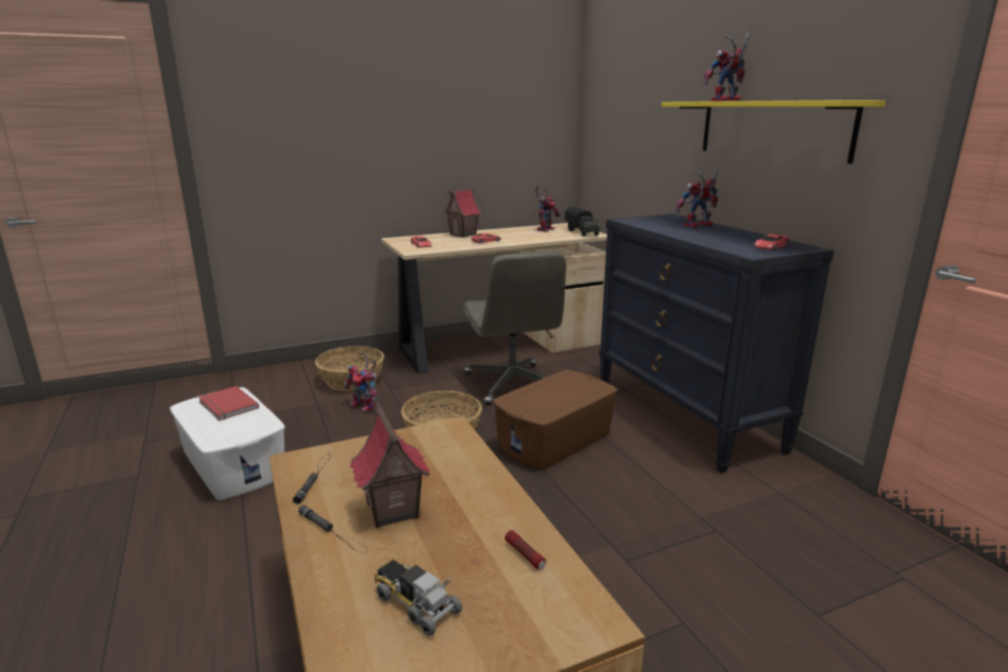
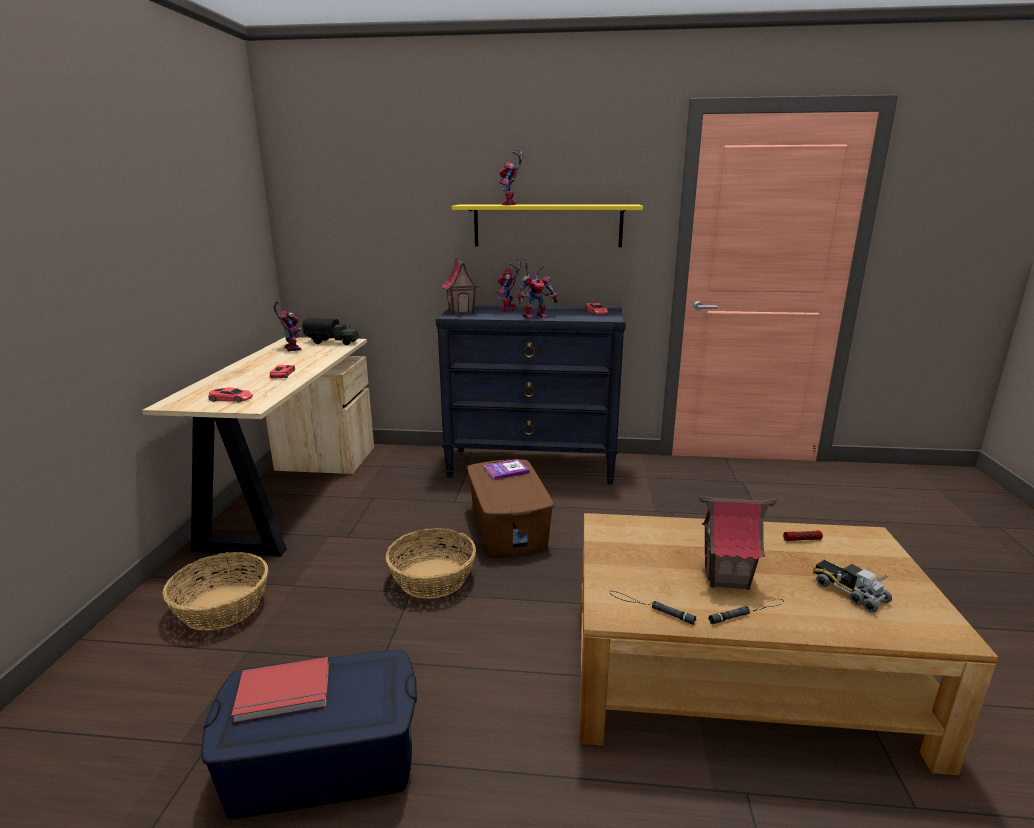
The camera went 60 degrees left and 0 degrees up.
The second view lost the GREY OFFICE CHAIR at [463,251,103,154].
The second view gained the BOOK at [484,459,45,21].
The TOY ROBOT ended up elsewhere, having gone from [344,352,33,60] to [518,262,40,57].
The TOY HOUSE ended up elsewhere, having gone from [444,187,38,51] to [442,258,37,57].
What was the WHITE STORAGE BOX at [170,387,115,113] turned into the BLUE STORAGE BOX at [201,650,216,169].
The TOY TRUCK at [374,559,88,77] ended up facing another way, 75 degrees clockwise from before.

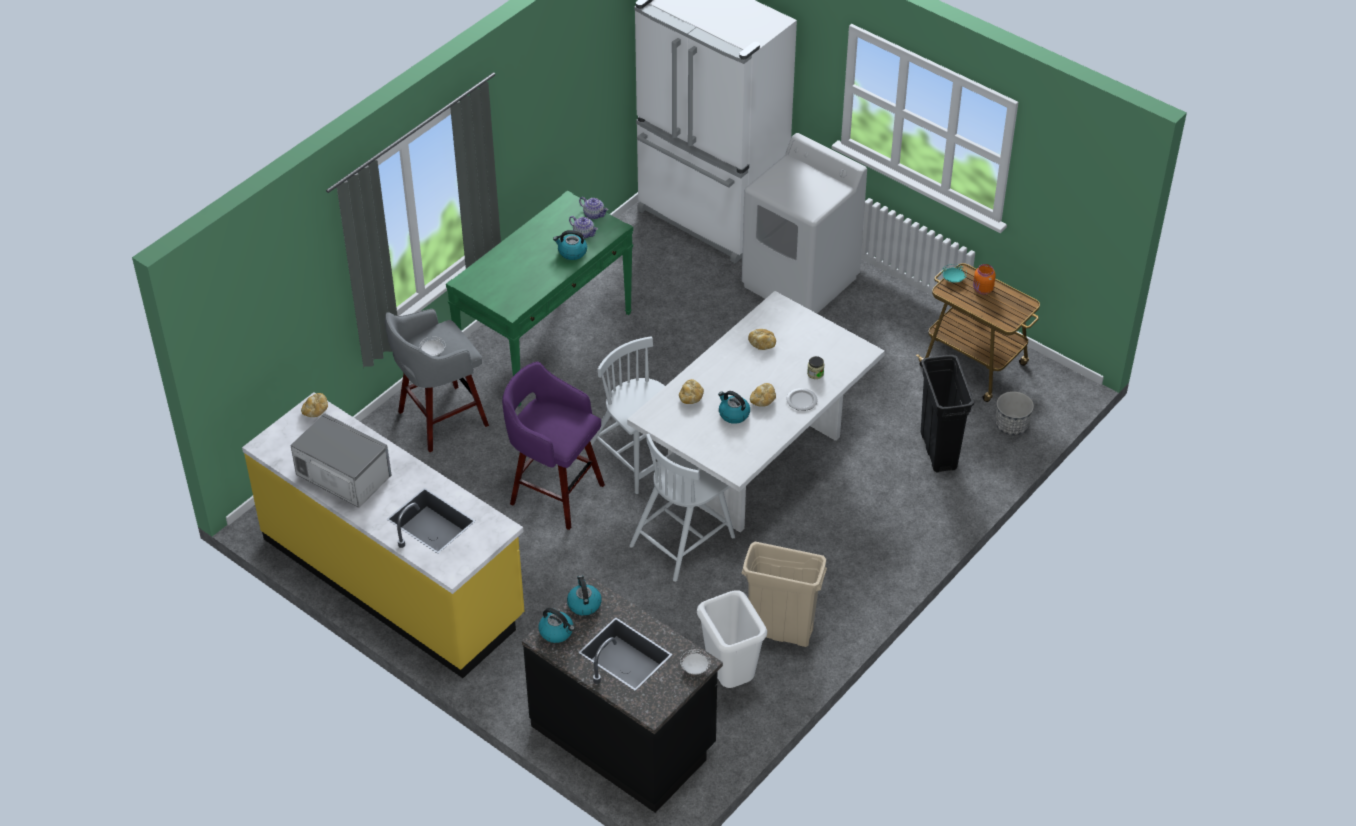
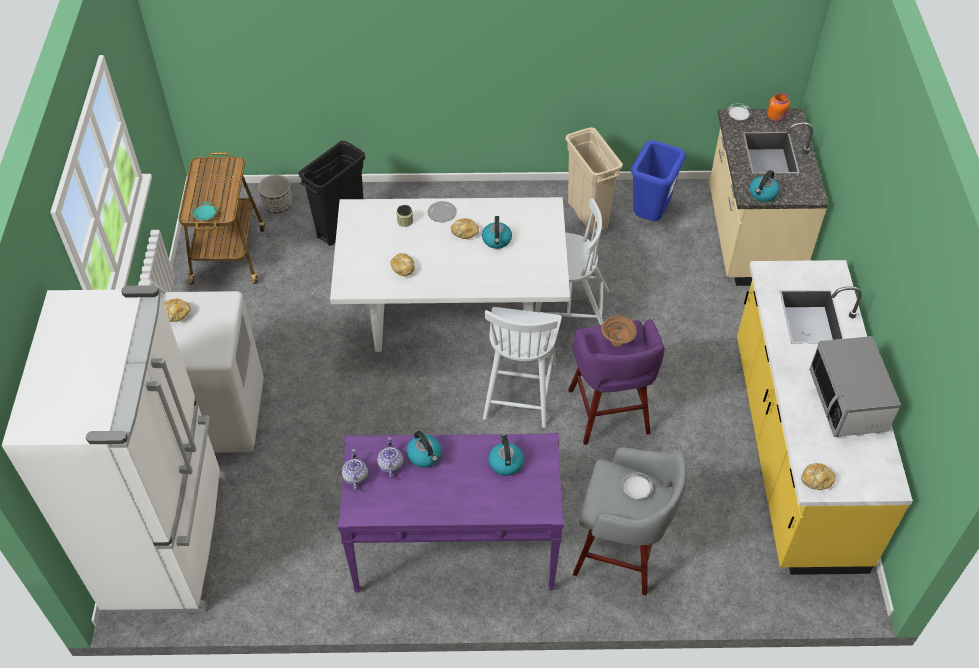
The camera went 130 degrees left and 5 degrees up.
The second view gained the BROWN BOWL at [601,316,36,31].
The KETTLE ended up elsewhere, having gone from [539,608,36,35] to [488,433,36,43].
The BREAD ended up elsewhere, having gone from [679,379,25,25] to [164,299,27,23].
The ORANGE JAR ended up elsewhere, having gone from [973,264,23,30] to [767,93,23,29].
What was the GREEN CONSOLE TABLE at [446,191,187,215] turned into the PURPLE CONSOLE TABLE at [338,433,226,160].
What was the BLACK COUNTER at [522,577,201,236] turned into the BEIGE COUNTER at [709,108,119,178].
What was the WHITE TRASH CAN at [697,590,70,98] turned into the BLUE TRASH CAN at [631,140,55,81].

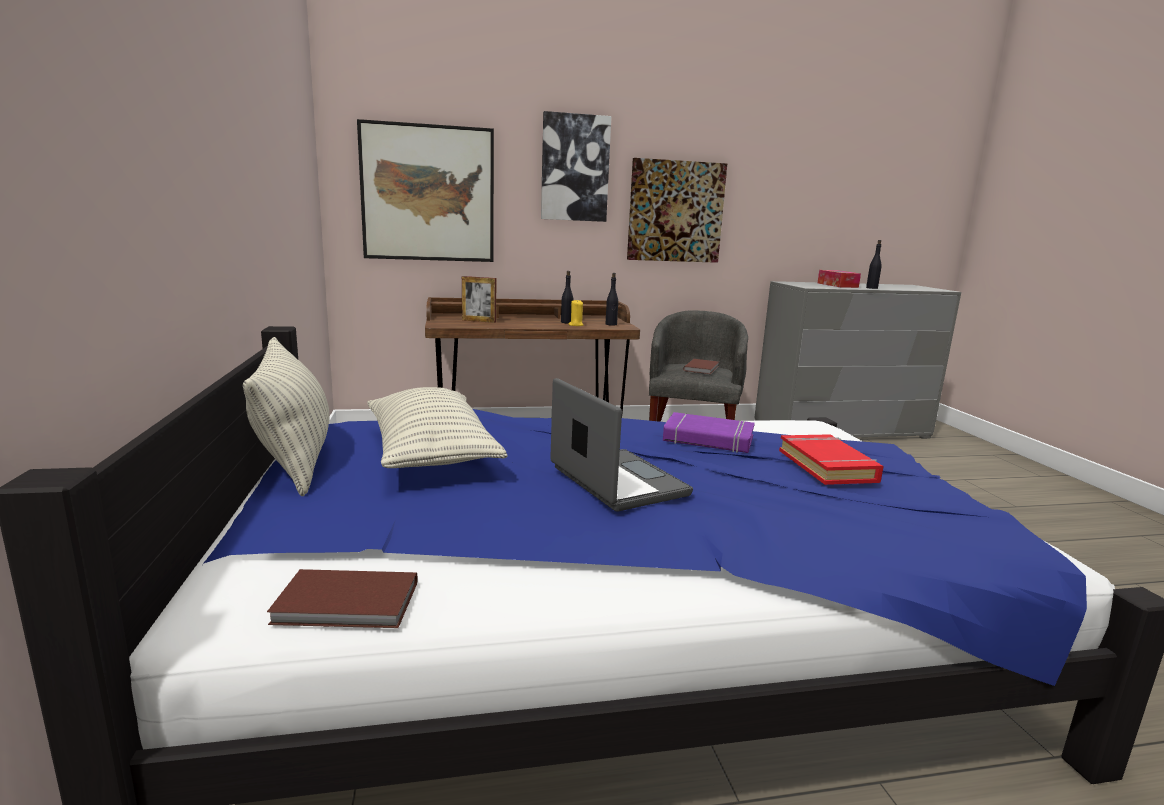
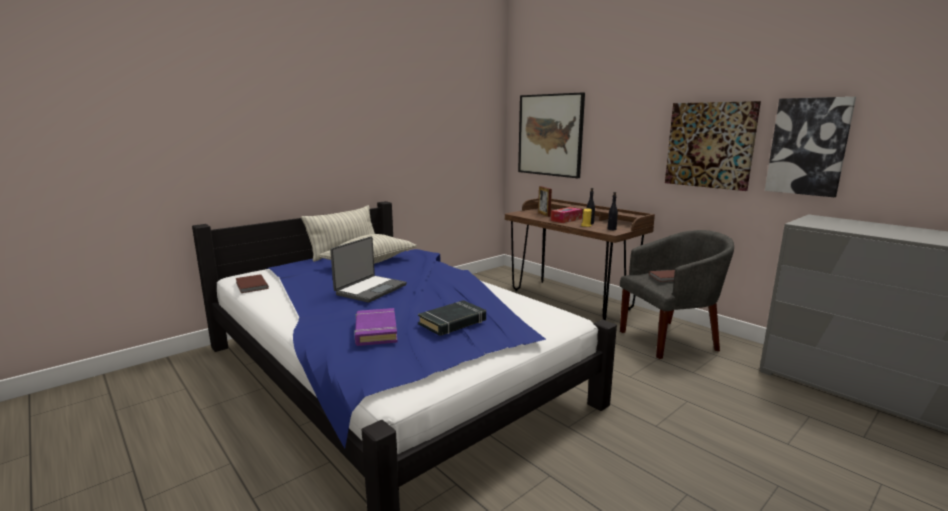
The camera went 60 degrees right and 0 degrees up.
The second view lost the BLACK BOTTLE at [866,240,16,49].
The PICTURE ended up elsewhere, having gone from [541,111,70,111] to [765,97,91,100].
The PURPLE BOOK ended up elsewhere, having gone from [663,412,92,41] to [354,308,44,38].
The TISSUE BOX ended up elsewhere, having gone from [818,270,43,18] to [551,207,31,16].
What was the RED BOOK at [779,434,105,51] turned into the BLACK BOOK at [418,300,68,36].

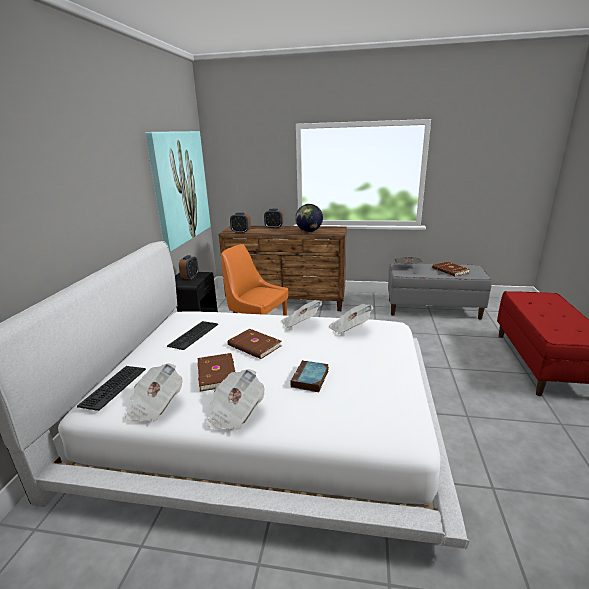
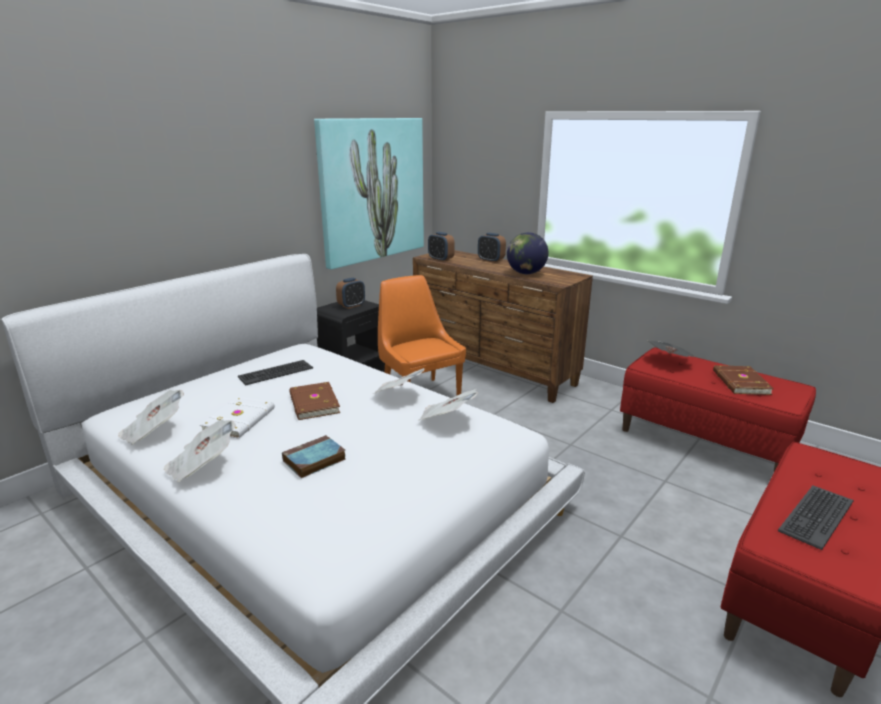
The camera went 30 degrees right and 0 degrees up.
The KEYBOARD ended up elsewhere, having gone from [77,366,69,45] to [778,485,75,65].
What was the BROWN BOOK at [198,353,37,39] turned into the WHITE BOOK at [200,397,75,42].
What was the GREY BENCH at [388,263,104,57] turned into the RED BENCH at [620,347,196,127].

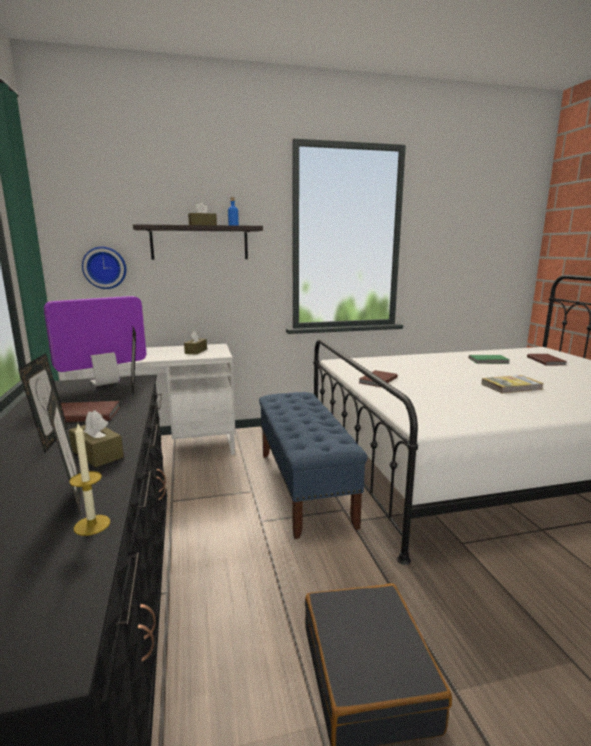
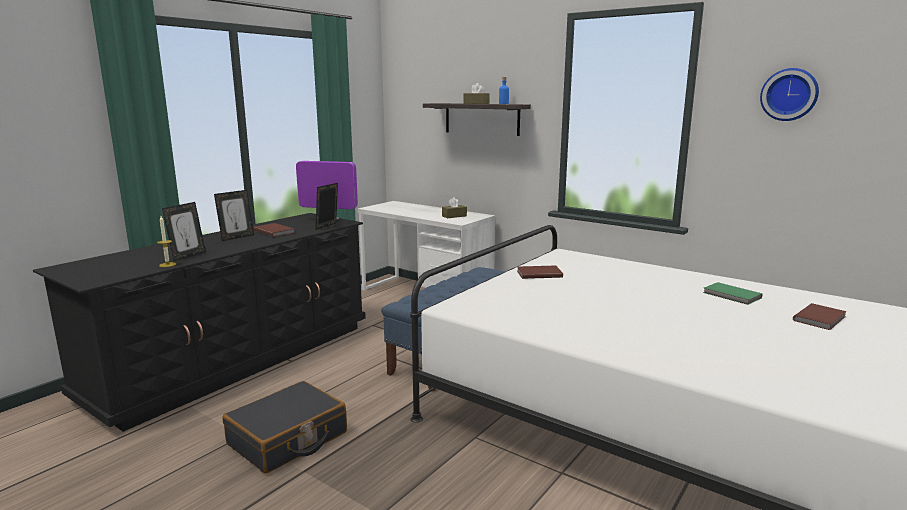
The camera went 50 degrees right and 0 degrees up.
The second view lost the BROWN TISSUE BOX at [69,410,55,57].
The second view lost the BOOK at [481,375,63,19].
The WALL CLOCK ended up elsewhere, having gone from [82,247,44,42] to [760,68,59,53].

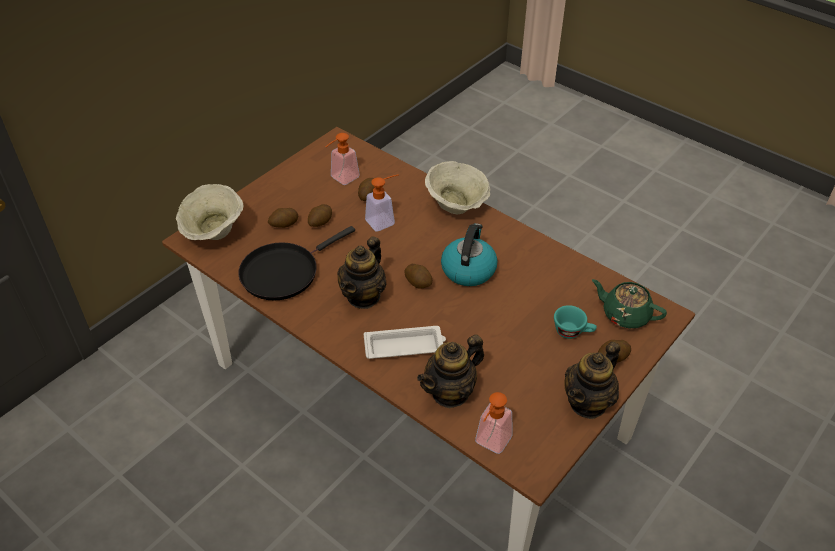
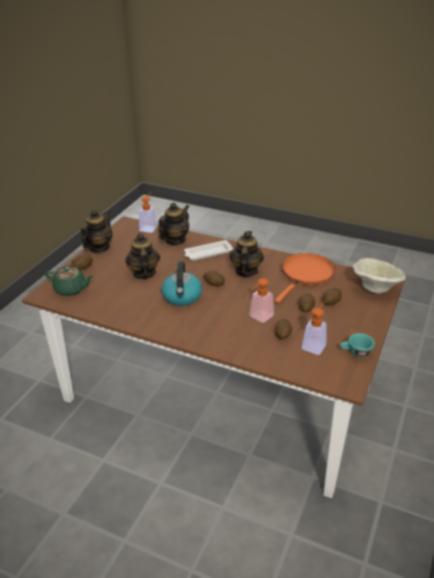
The camera went 165 degrees right and 10 degrees down.
The second view lost the BEIGE BOWL at [425,161,65,54].
The second view gained the TEAPOT at [125,233,35,46].
The TURQUOISE CUP ended up elsewhere, having gone from [554,305,43,34] to [340,333,35,25].
What was the BLACK FRYING PAN at [238,226,117,74] turned into the ORANGE FRYING PAN at [275,253,60,50].

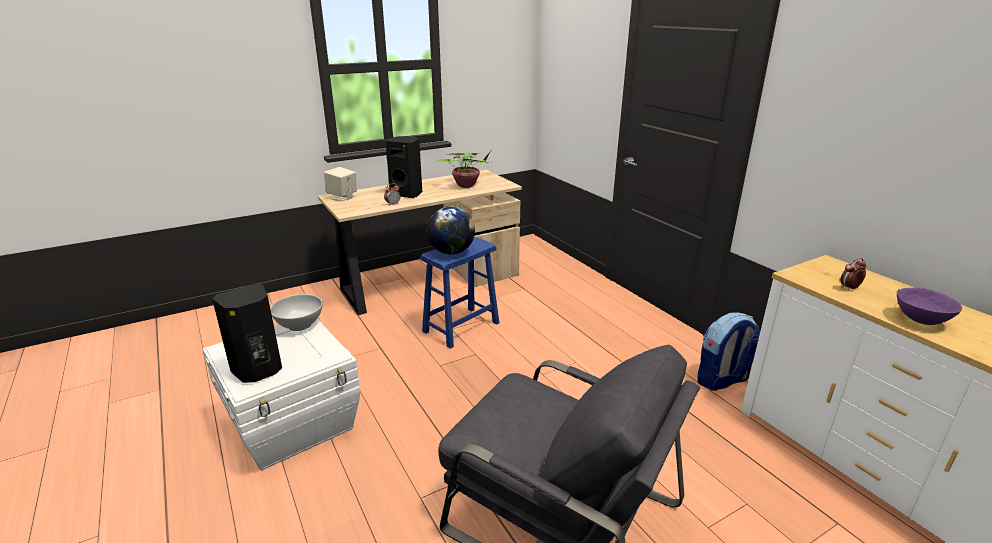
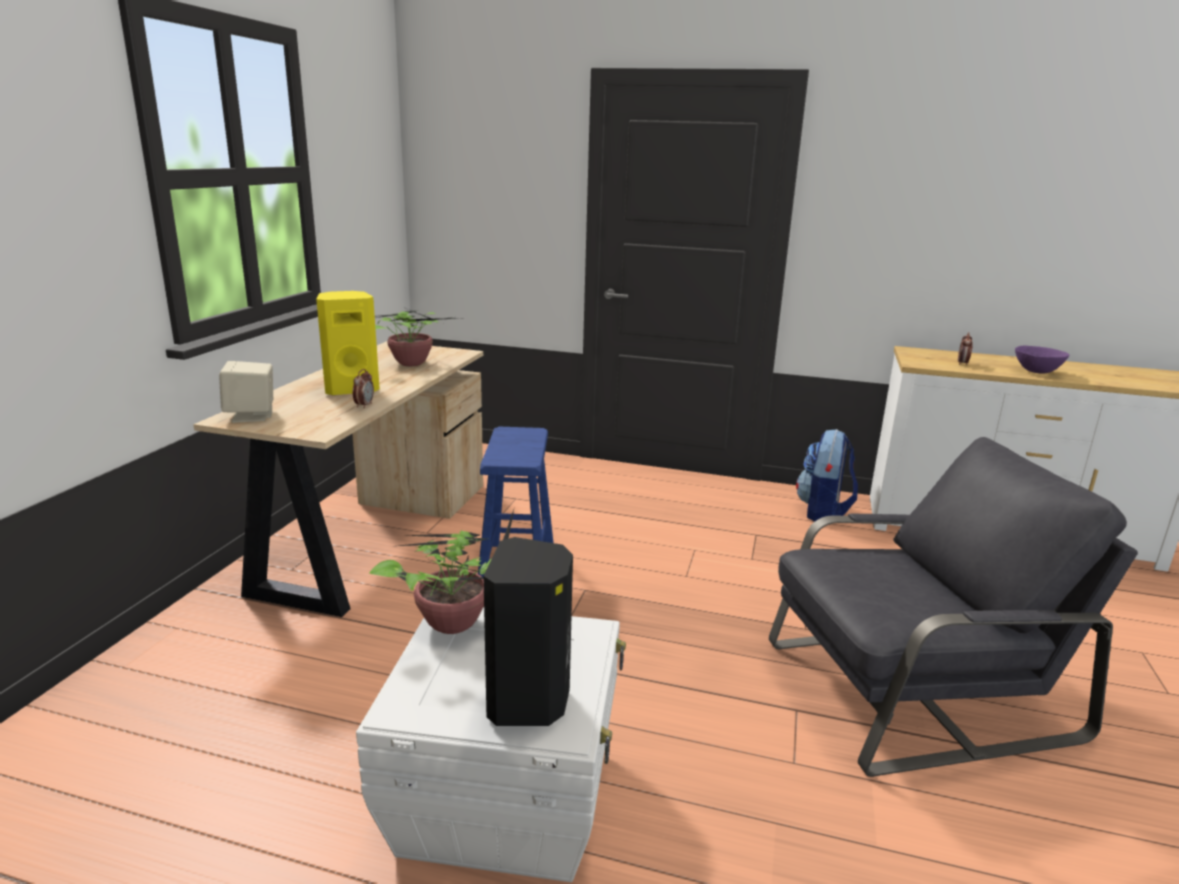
The camera went 45 degrees left and 5 degrees down.
The second view lost the GLOBE at [427,206,48,49].
Where the WHITE BOWL stood at [270,294,53,37], the POTTED PLANT came to stand at [369,510,145,124].
What was the BLACK SPEAKER at [385,136,37,62] turned into the YELLOW SPEAKER at [316,291,64,105].

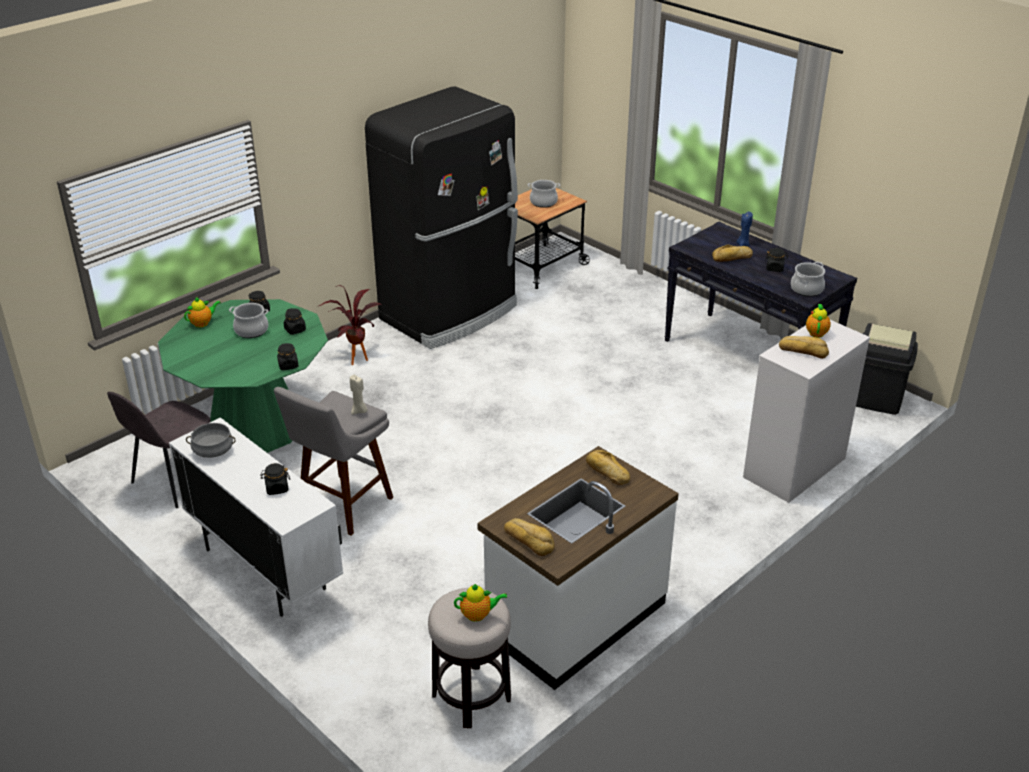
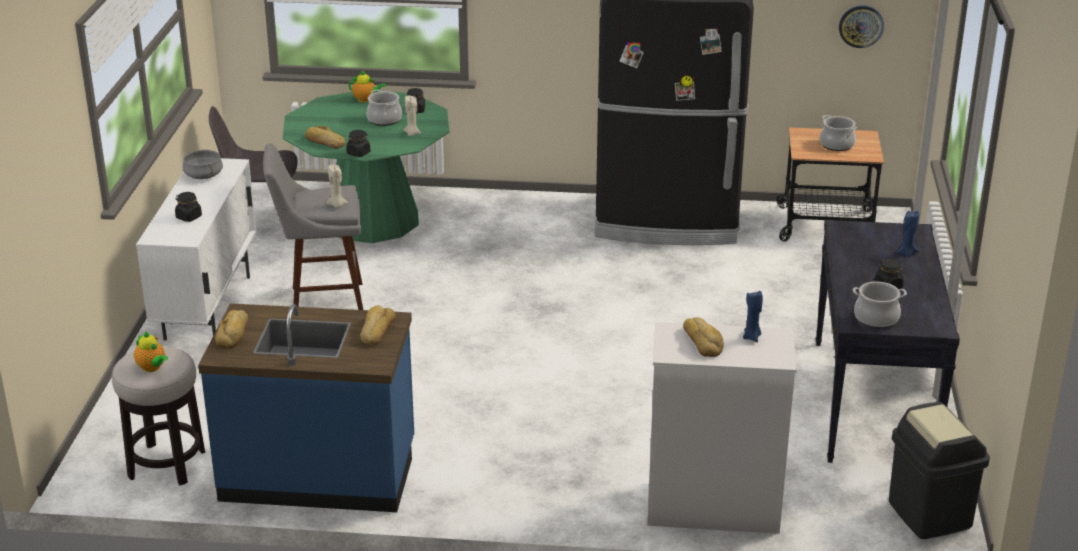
The camera went 50 degrees right and 5 degrees down.
The second view lost the POTTED PLANT at [319,285,62,80].
The second view gained the WALL CLOCK at [839,5,45,43].
The BREAD ended up elsewhere, having gone from [712,244,41,18] to [305,126,41,23].
Where the BLACK JAR stood at [284,308,22,27], the BEIGE CANDLE came to stand at [404,96,17,40].
Where the TEAPOT stood at [806,304,25,34], the BLUE CANDLE came to stand at [743,291,20,51].
What was the WHITE COUNTER at [477,446,202,244] turned into the BLUE COUNTER at [198,303,216,209].

